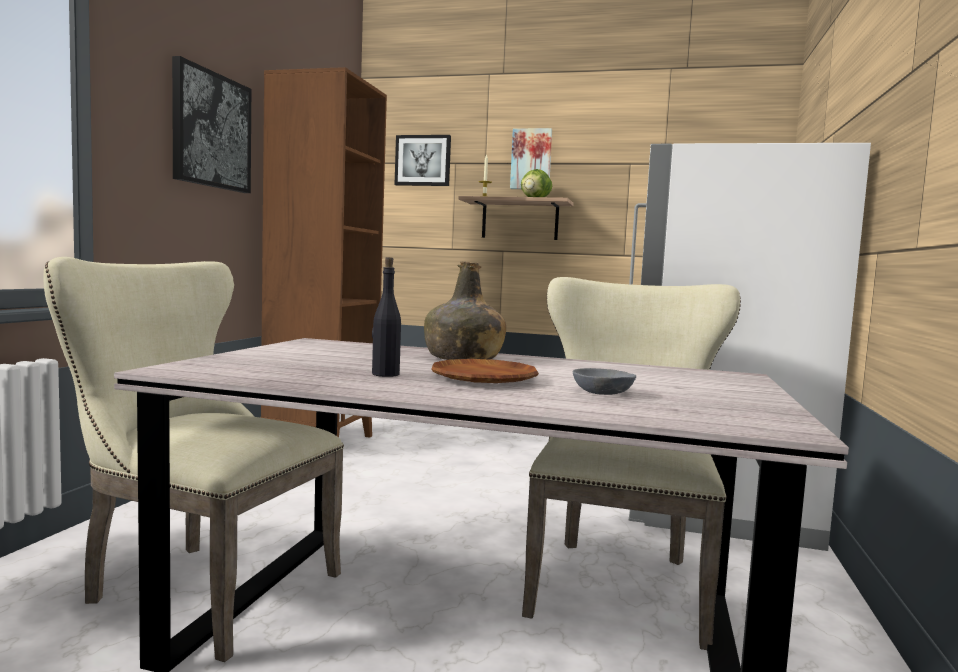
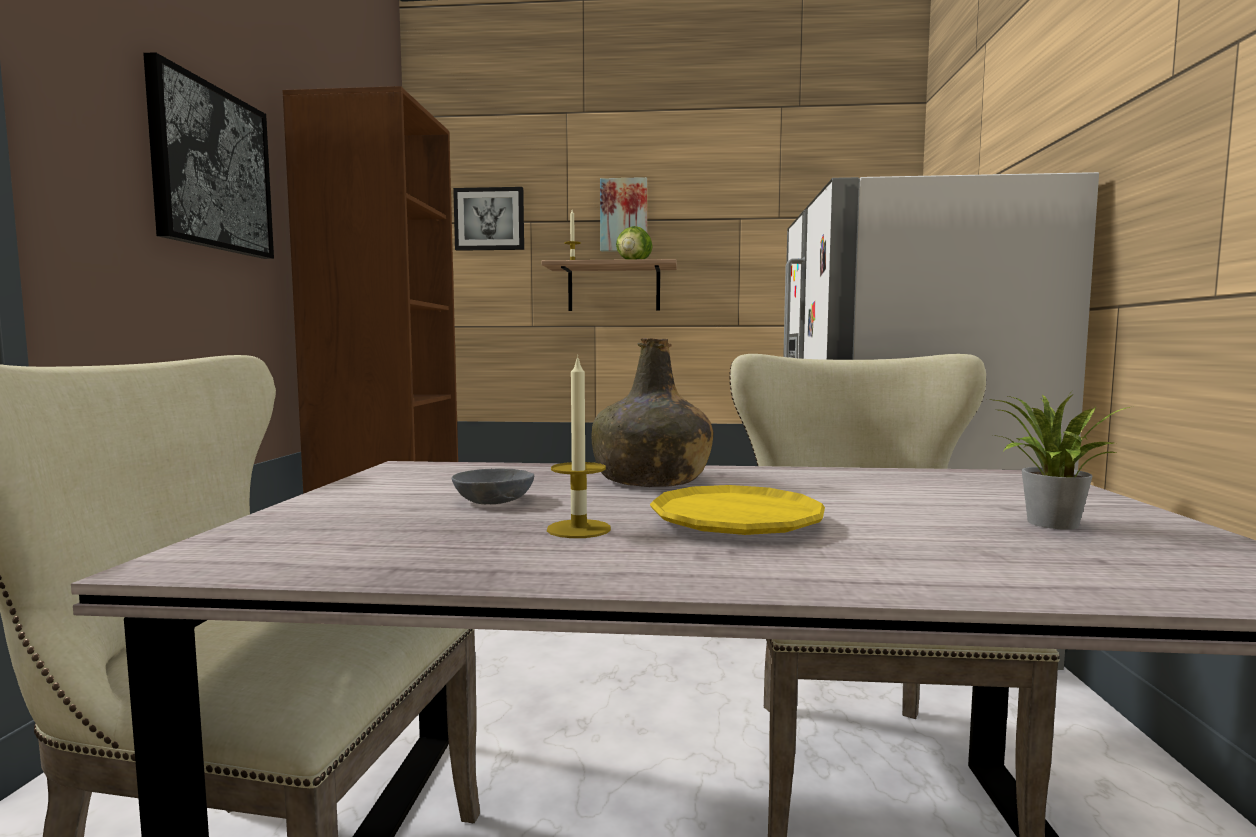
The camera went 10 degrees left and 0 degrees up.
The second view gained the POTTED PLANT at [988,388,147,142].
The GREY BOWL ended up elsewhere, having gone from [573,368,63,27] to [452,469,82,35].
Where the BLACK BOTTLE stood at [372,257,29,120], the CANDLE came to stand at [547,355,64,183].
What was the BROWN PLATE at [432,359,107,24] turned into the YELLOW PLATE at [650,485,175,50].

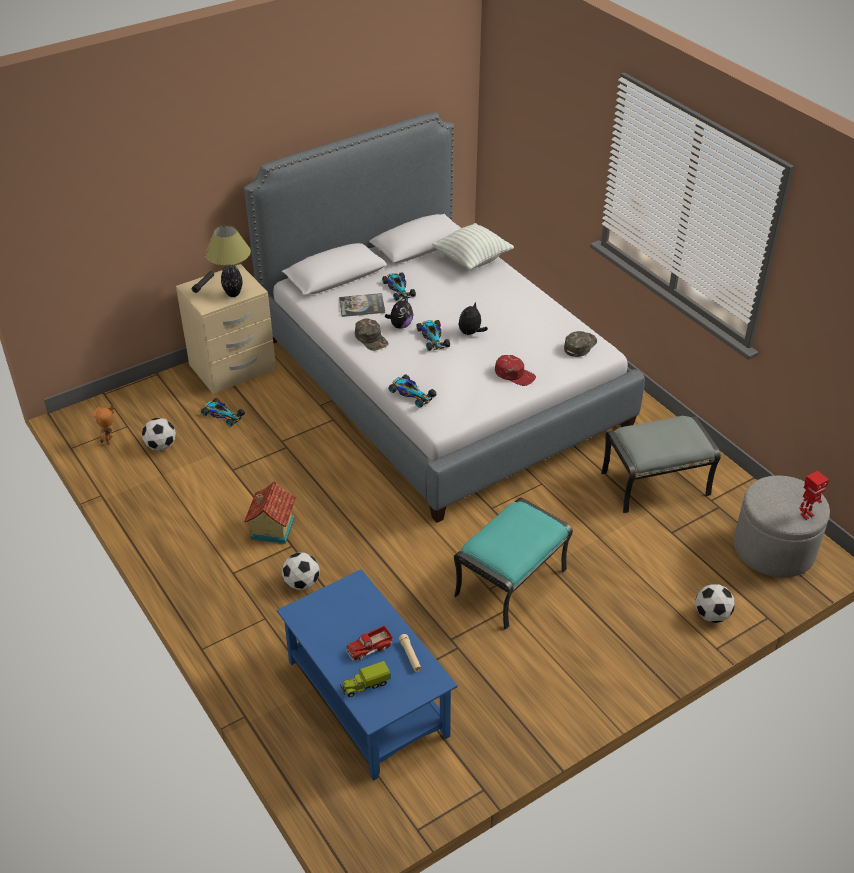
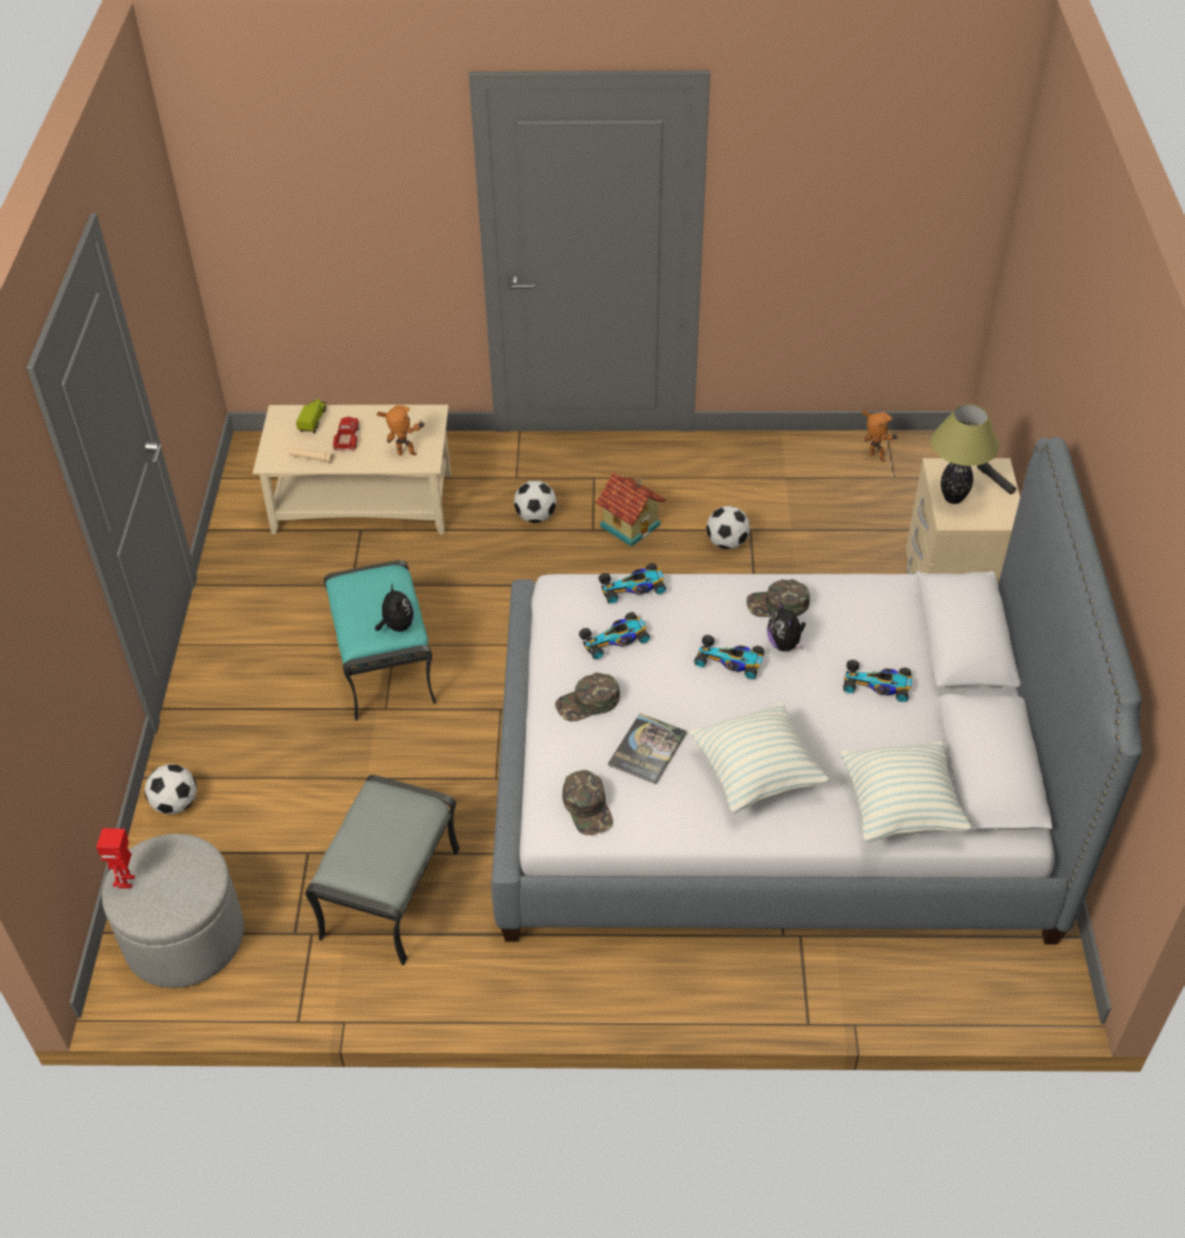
The camera went 125 degrees right and 5 degrees up.
The second view gained the TOY ROBOT at [377,405,48,51].
The second view gained the PILLOW at [689,703,140,110].
The FOOTBALL ended up elsewhere, having gone from [142,418,34,33] to [706,506,44,43].
The TOY CAR ended up elsewhere, having gone from [201,398,44,29] to [579,612,71,47].
The BOOK ended up elsewhere, having gone from [339,293,46,24] to [608,713,79,71].
The PLUSH TOY ended up elsewhere, having gone from [459,302,29,33] to [375,583,39,49].
What was the BLUE COFFEE TABLE at [277,569,181,212] turned into the BEIGE COFFEE TABLE at [253,405,198,129].
What was the RED CAP at [495,355,41,31] turned into the GREEN CAP at [555,673,65,49].

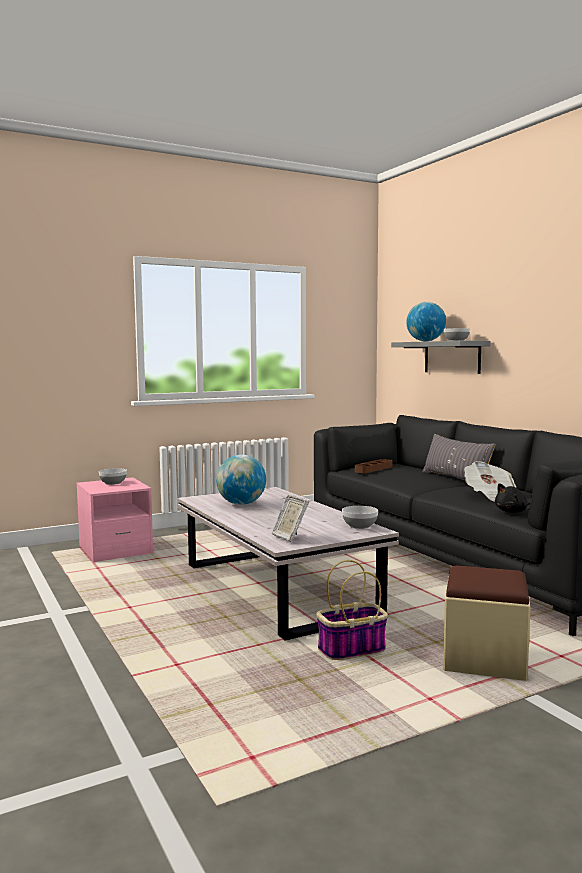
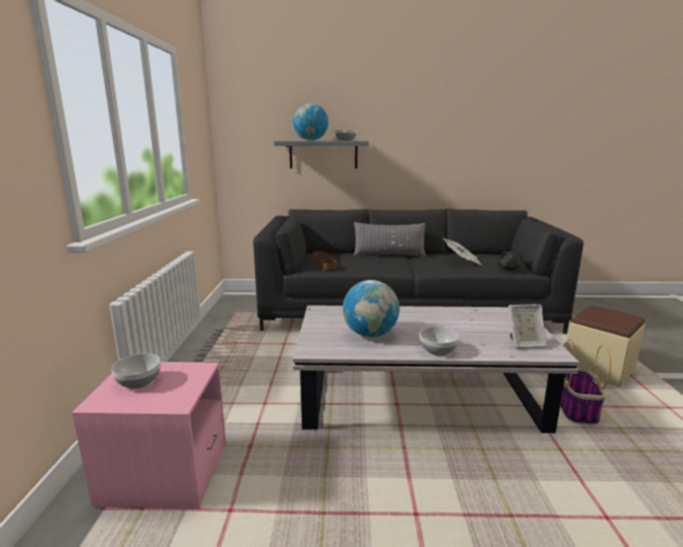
The camera went 60 degrees left and 10 degrees up.
The BOWL ended up elsewhere, having gone from [342,506,36,23] to [419,327,40,29].

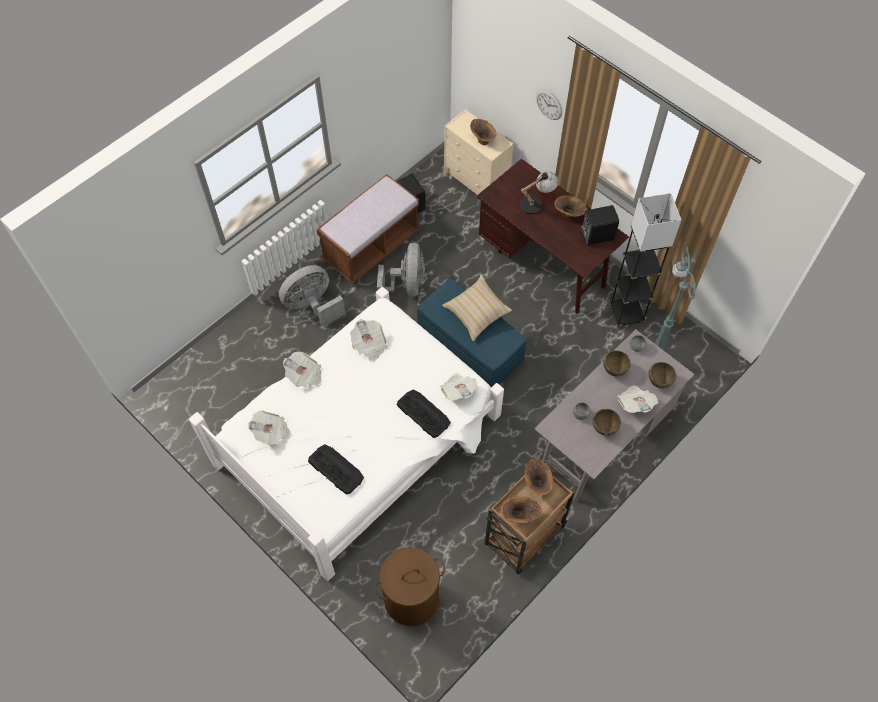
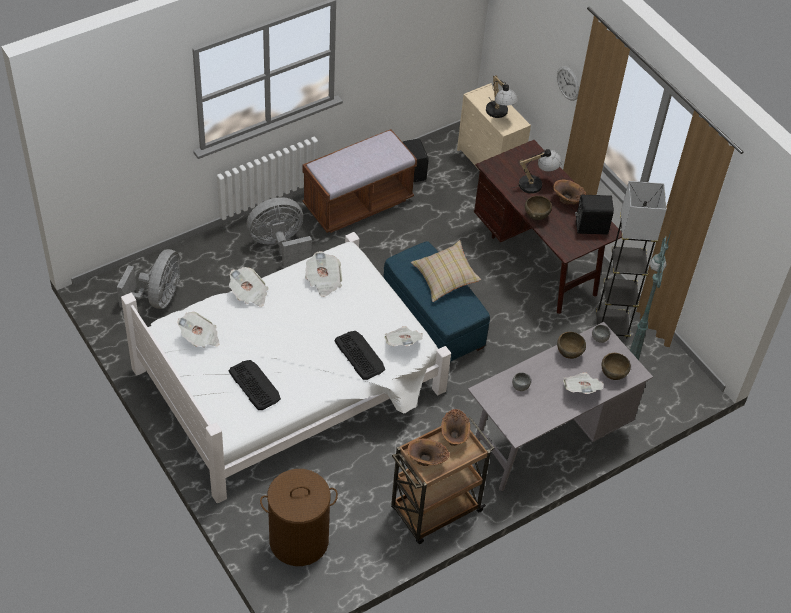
The camera went 10 degrees right and 10 degrees down.
The GREY FAN ended up elsewhere, having gone from [377,243,48,54] to [117,249,63,60].
The BROWN BOWL ended up elsewhere, having gone from [593,409,28,27] to [525,196,27,24].
Where the BROWN VASE stood at [470,119,26,26], the TABLE LAMP came to stand at [486,75,32,43].

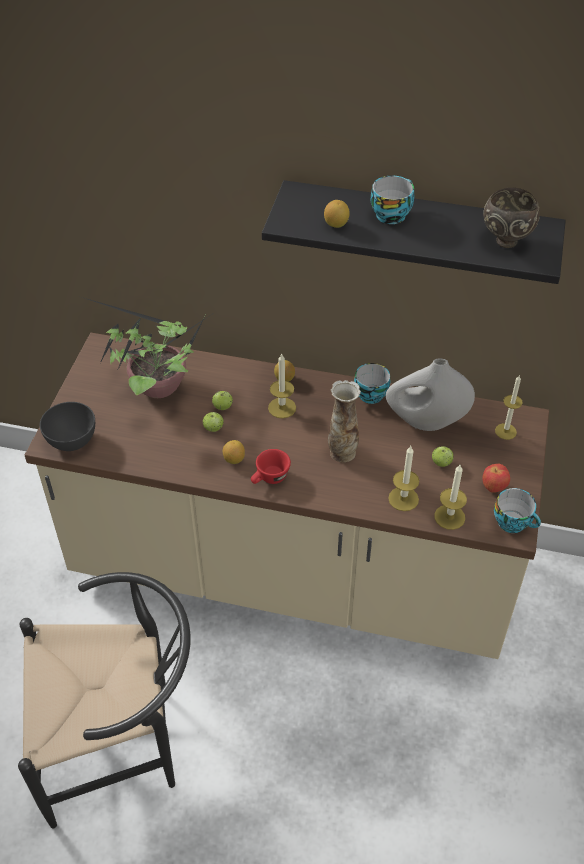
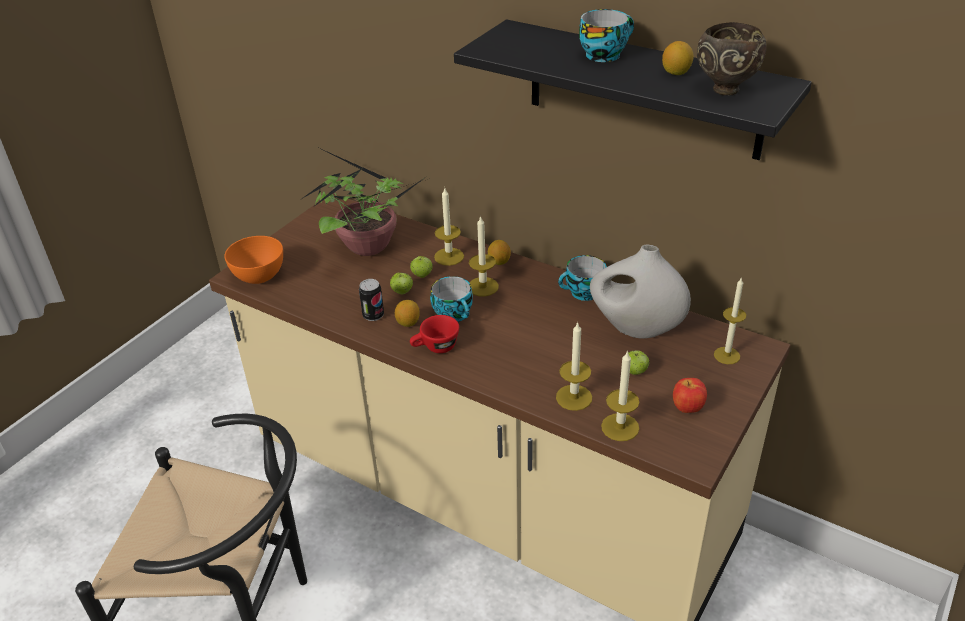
The camera went 20 degrees right and 10 degrees down.
The second view lost the VASE at [328,380,33,82].
The second view gained the CAN at [359,279,25,42].
The second view gained the CANDLE at [434,188,30,78].
The LEMON ended up elsewhere, having gone from [324,200,26,28] to [662,41,32,34].
The CUP ended up elsewhere, having gone from [494,488,47,45] to [430,276,43,46].
What was the GREY BOWL at [40,402,55,49] turned into the ORANGE BOWL at [224,236,59,48].

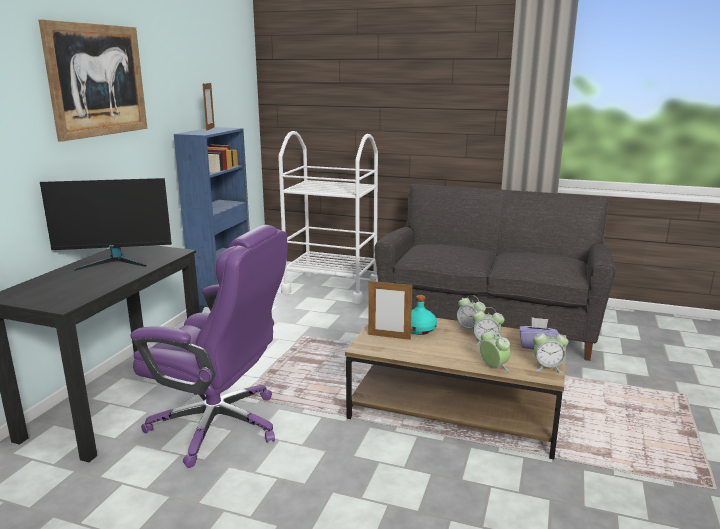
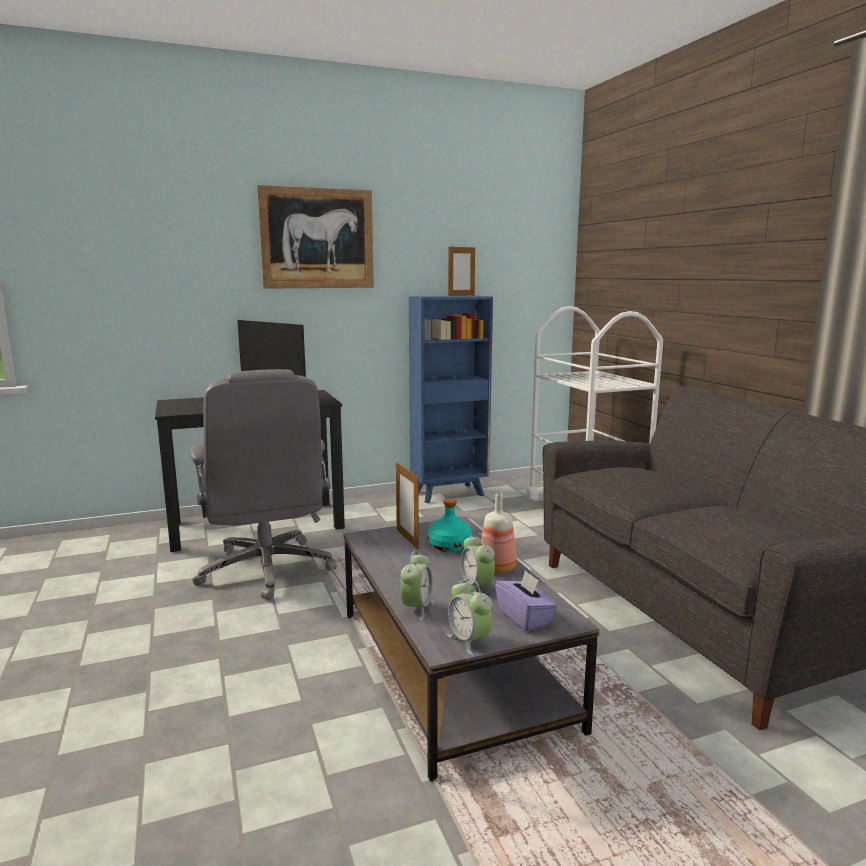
The camera went 50 degrees right and 5 degrees down.
Where the ALARM CLOCK stood at [456,295,30,40], the BOTTLE came to stand at [481,493,36,80].
What was the PURPLE OFFICE CHAIR at [131,225,156,243] turned into the GREY OFFICE CHAIR at [190,369,147,231].
What was the BROWN COFFEE TABLE at [345,318,221,141] turned into the GREY COFFEE TABLE at [344,516,256,266].

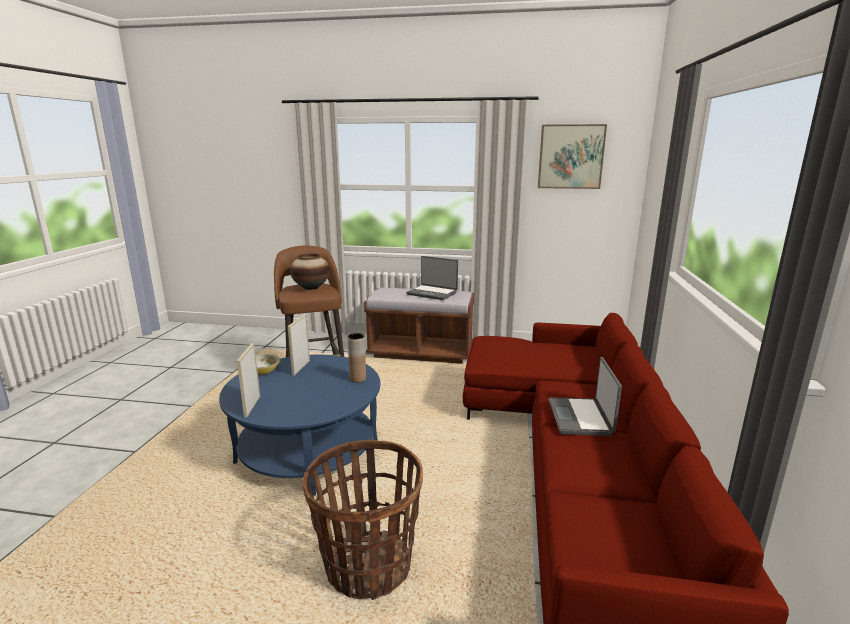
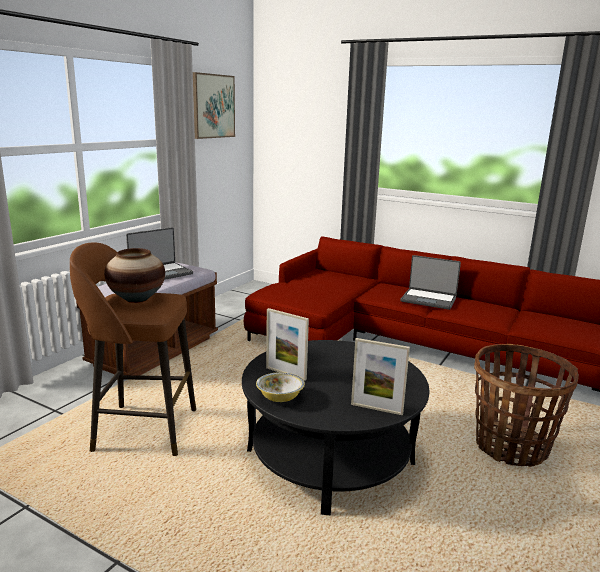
The camera went 70 degrees left and 0 degrees up.
The second view lost the BROWN VASE at [347,333,19,50].
What was the BLUE COFFEE TABLE at [219,355,161,141] turned into the BLACK COFFEE TABLE at [242,340,187,175].

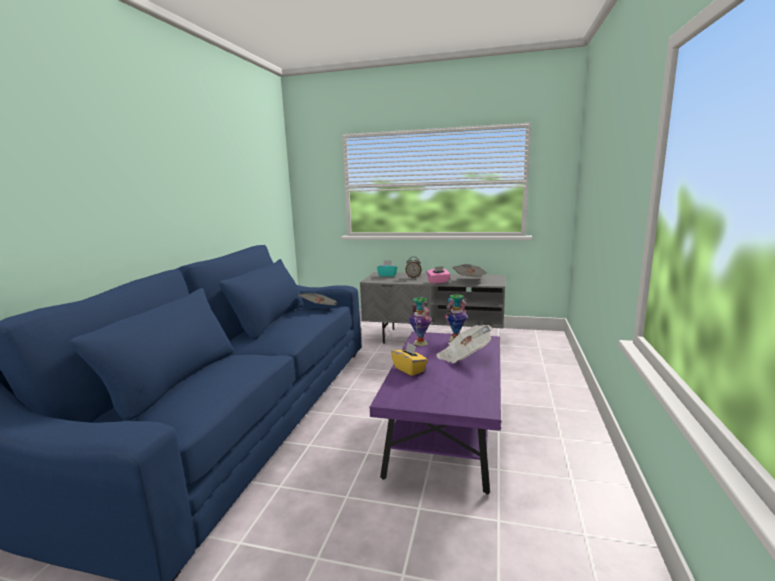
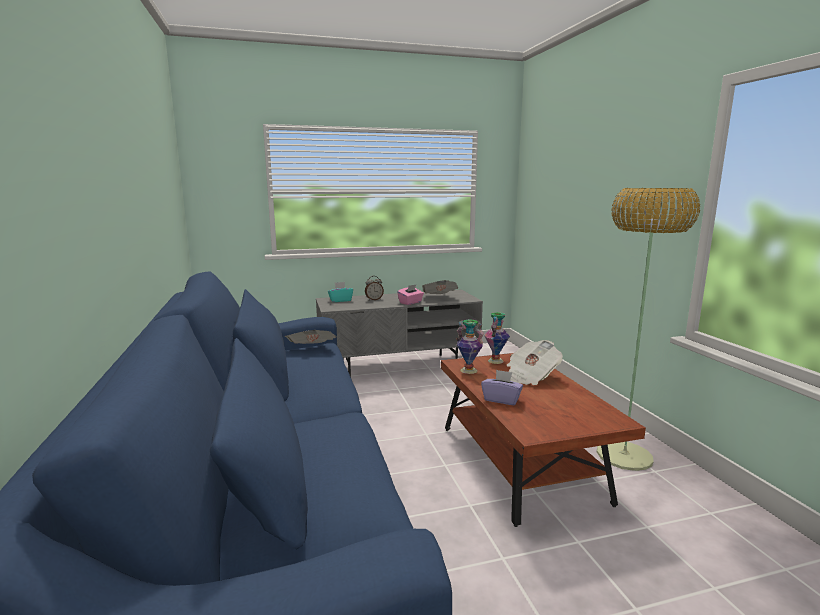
The camera went 30 degrees left and 0 degrees up.
The second view gained the FLOOR LAMP at [596,188,104,283].
What was the PURPLE COFFEE TABLE at [370,332,131,162] turned into the BROWN COFFEE TABLE at [441,353,205,174].
What was the YELLOW TISSUE BOX at [391,343,37,33] turned into the PURPLE TISSUE BOX at [481,370,42,35].

